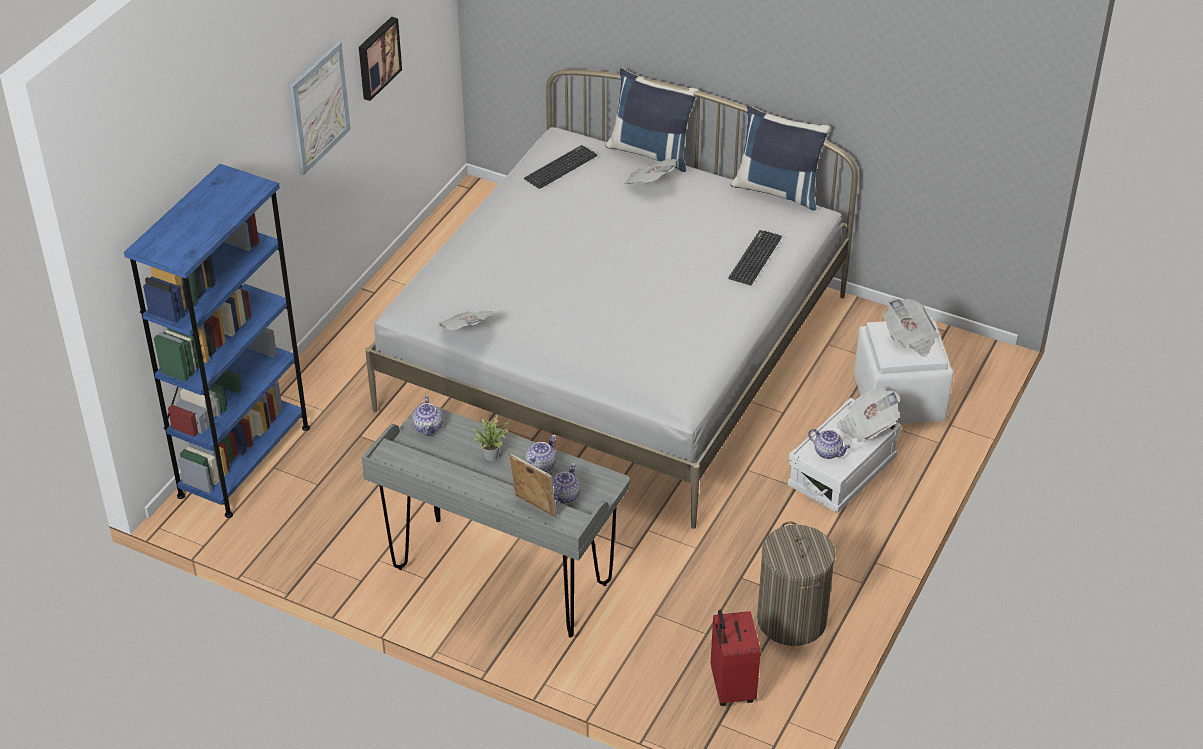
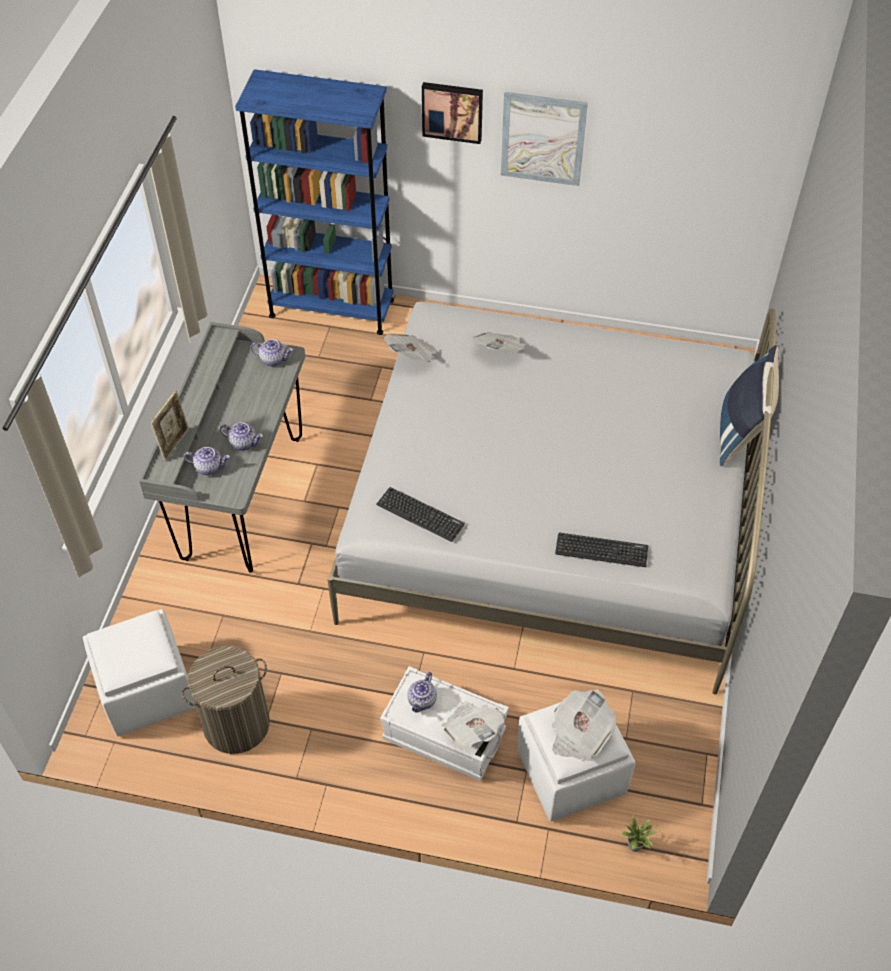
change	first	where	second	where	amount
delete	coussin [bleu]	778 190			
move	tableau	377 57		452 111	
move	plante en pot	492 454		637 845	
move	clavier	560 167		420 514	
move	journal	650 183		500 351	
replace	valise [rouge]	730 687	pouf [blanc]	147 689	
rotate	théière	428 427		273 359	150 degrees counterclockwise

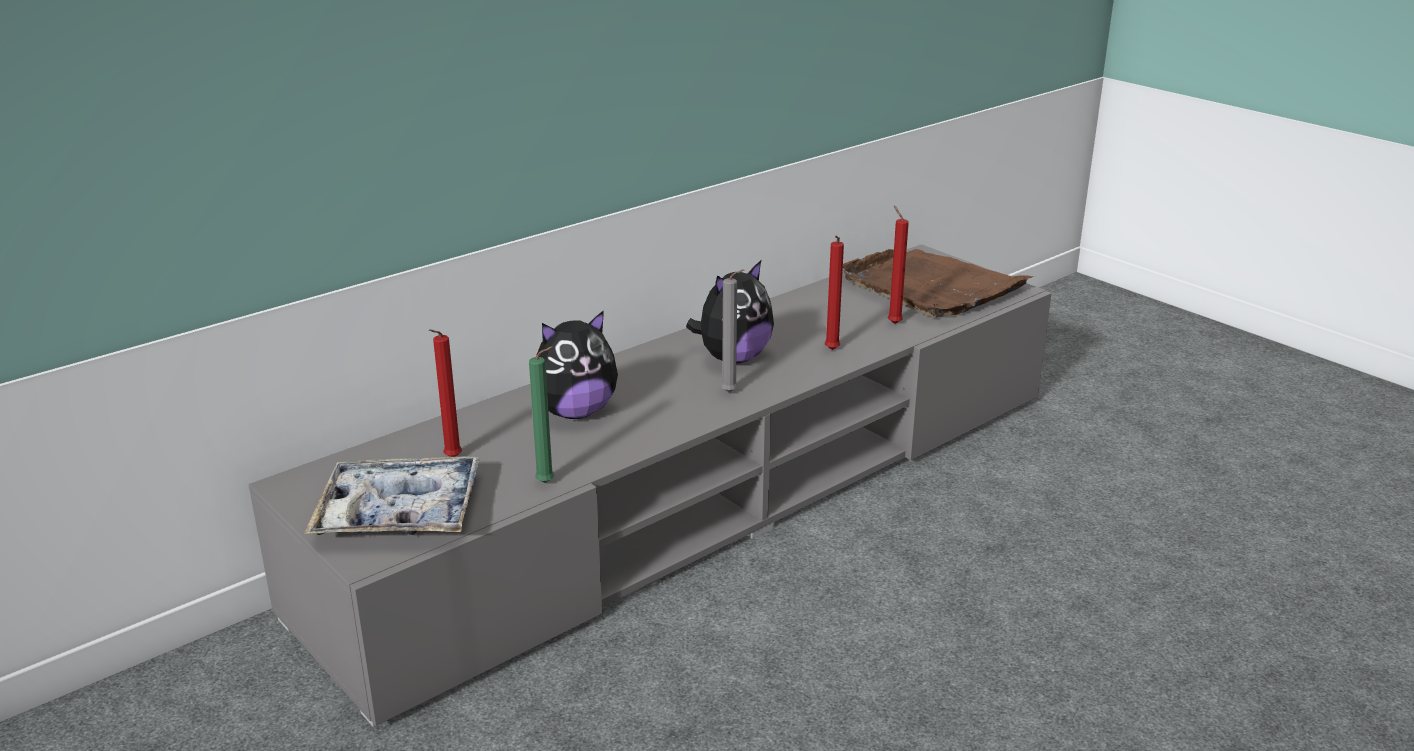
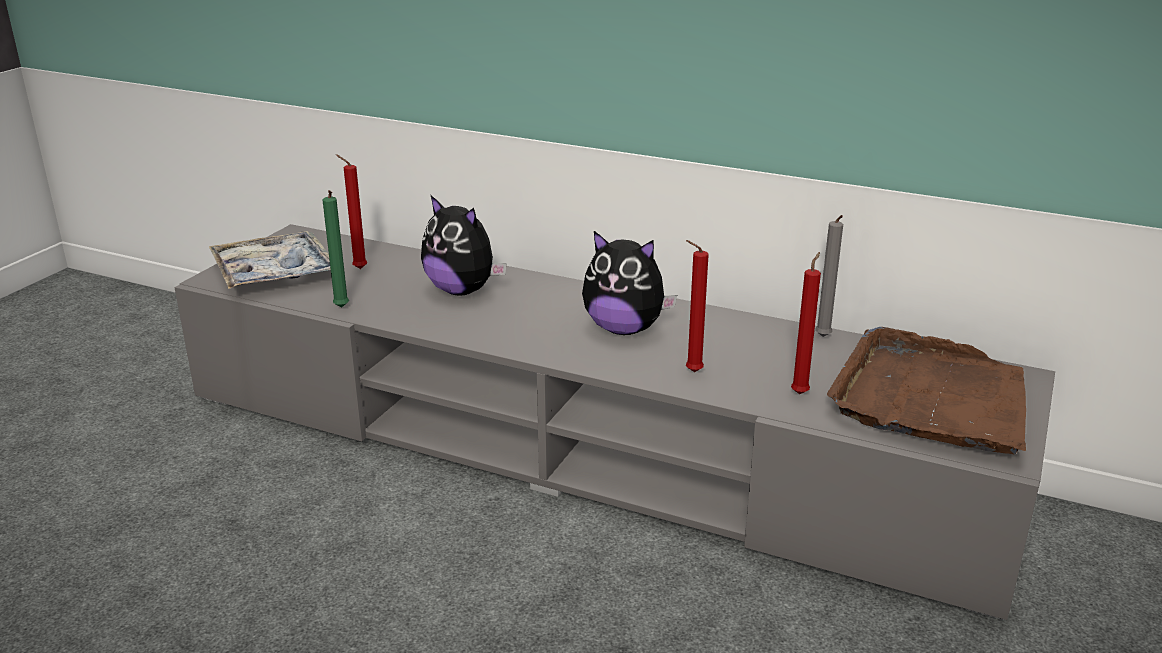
change	first	where	second	where	amount
move	bougie [gris]	731 393		823 338	

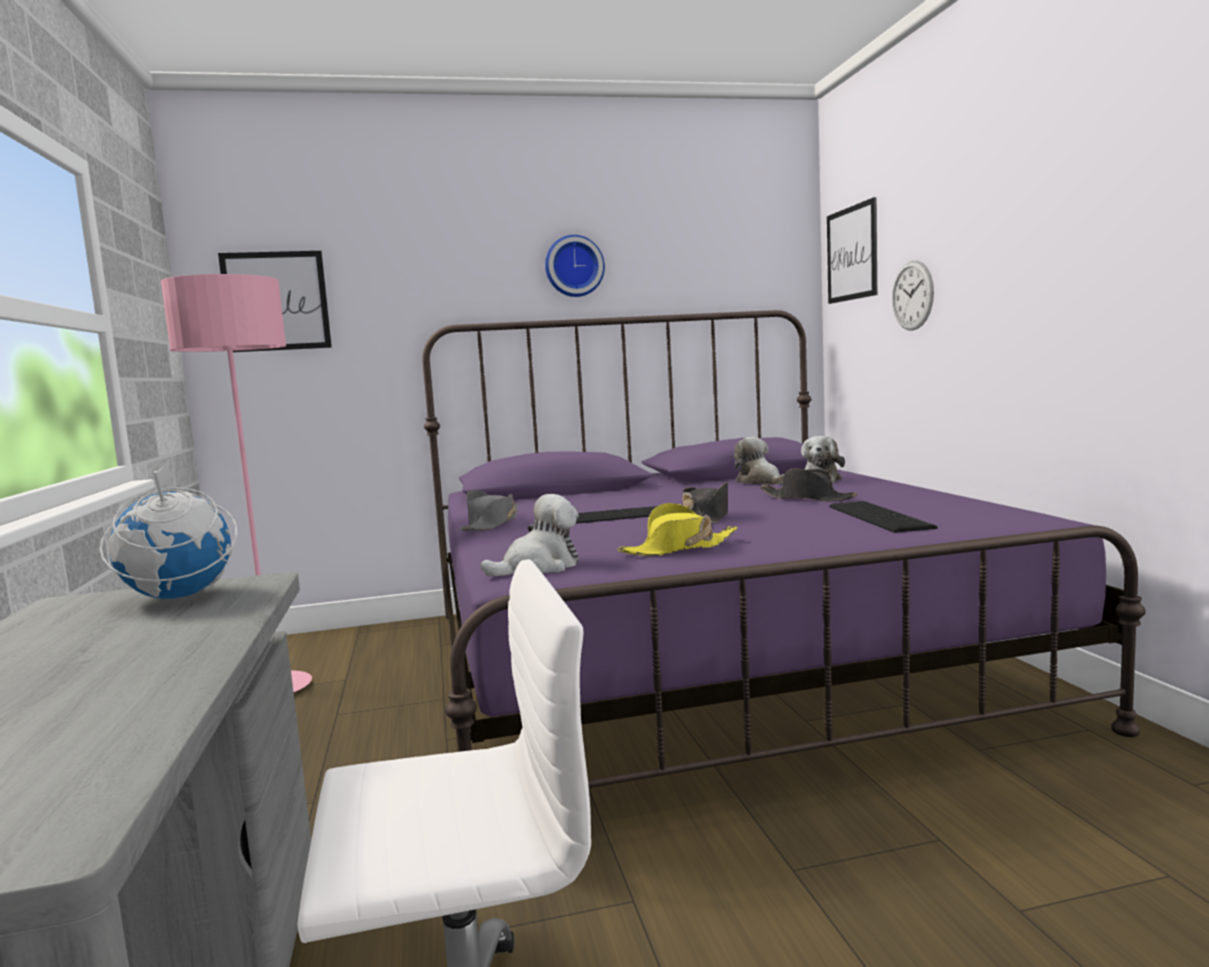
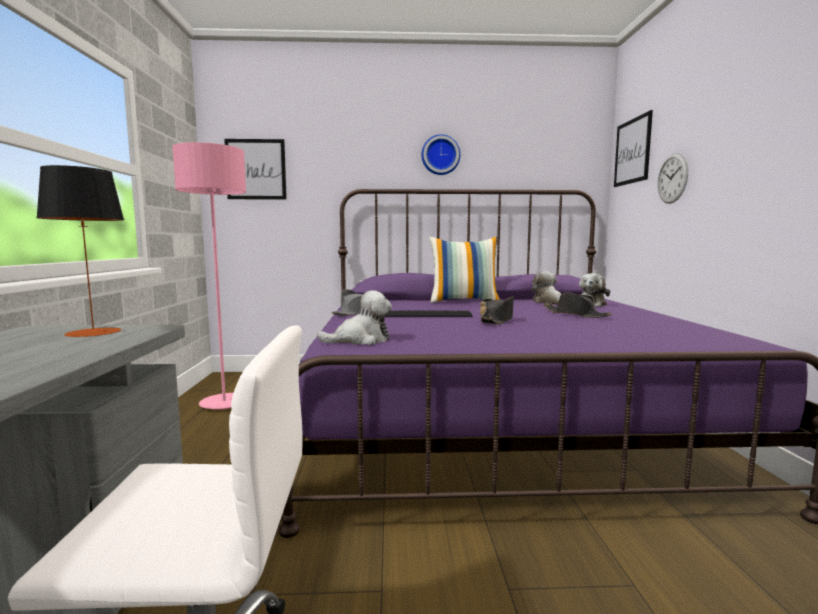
change	first	where	second	where	amount
delete	chapeau [jaune]	679 549			
delete	clavier	880 516			
insert			coussin	464 301	
replace	globe	177 597	lampe de table	93 332	

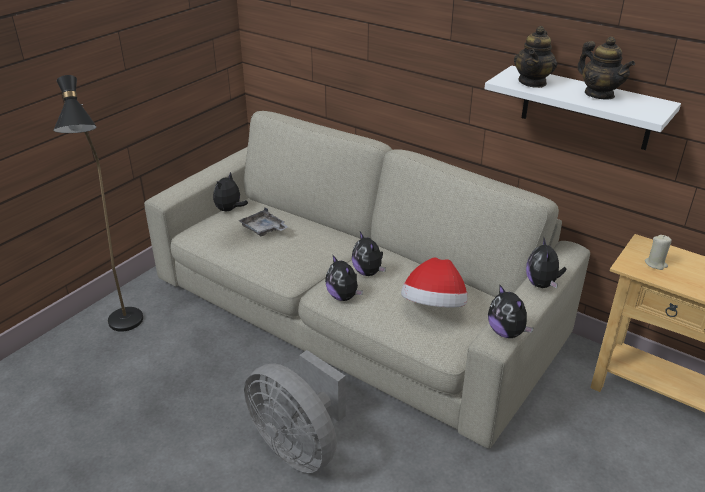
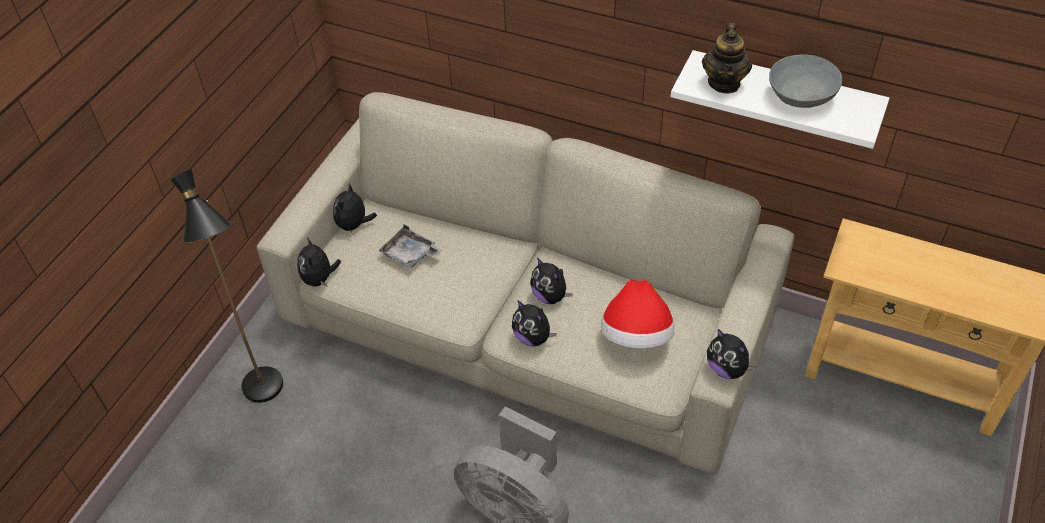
change	first	where	second	where	amount
delete	bougie [beige]	655 264			
move	peluche	542 284		319 279	
replace	théière	599 94	bol [gris]	801 96	

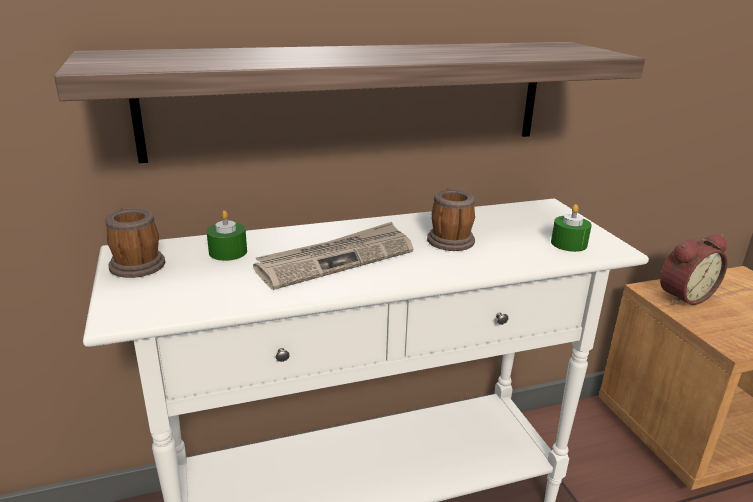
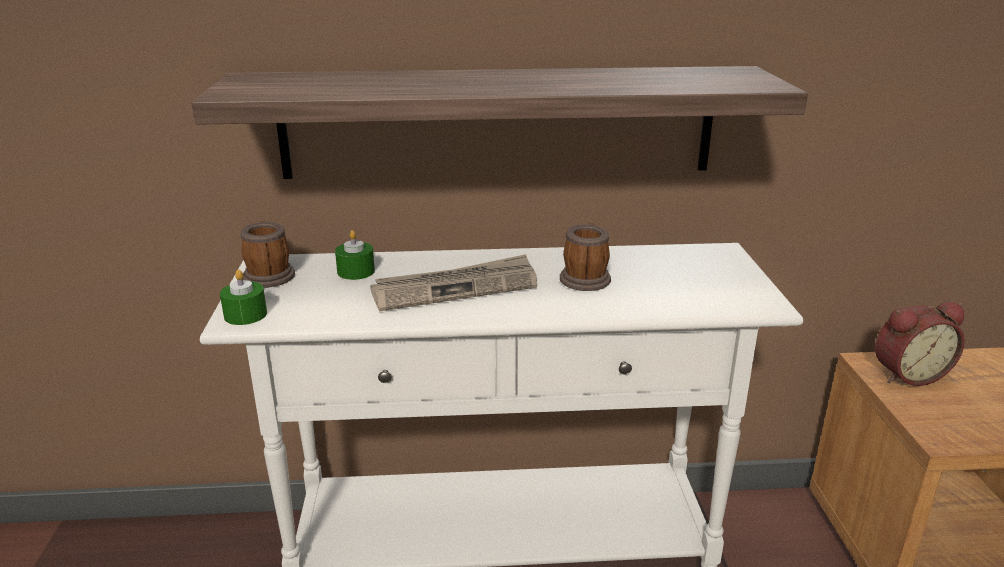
change	first	where	second	where	amount
move	bougie [vert]	569 243		245 315	

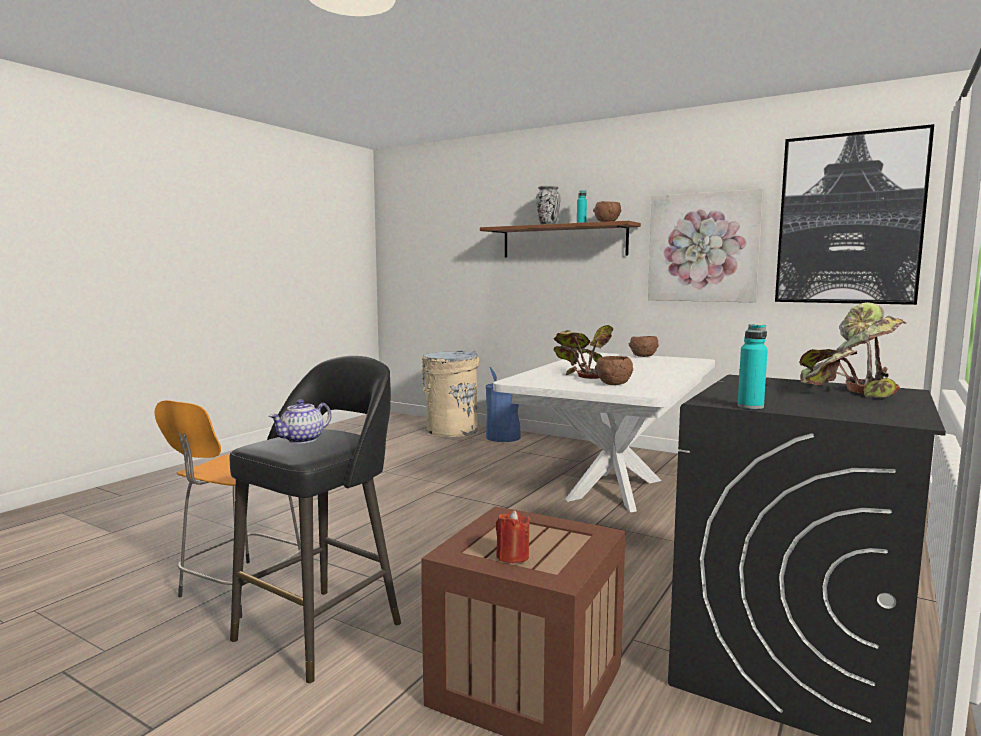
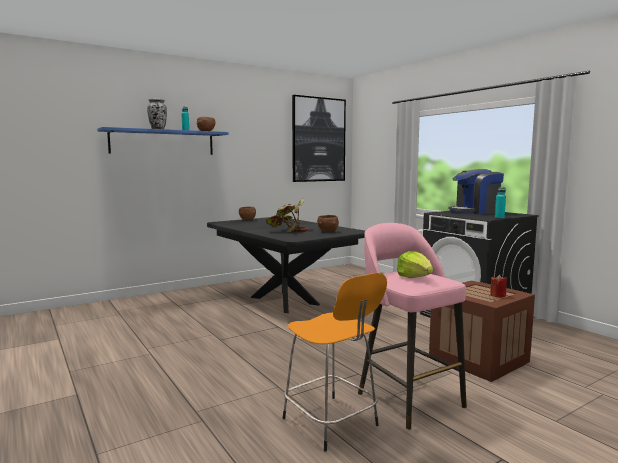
change	first	where	second	where	amount
delete	poubelle [beige]	451 430			
delete	poubelle [bleu]	503 437			
delete	tableau	703 247			
replace	théière	302 440	laitue	415 277	
replace	plante en pot	846 393	machine à café	475 212	
recolor	tabouret [noir]	322 629	tabouret [rose]	408 398	
recolor	étagère [marron]	563 241	étagère [bleu]	163 142	
recolor	table à manger [blanc]	614 489	table à manger [noir]	284 301	

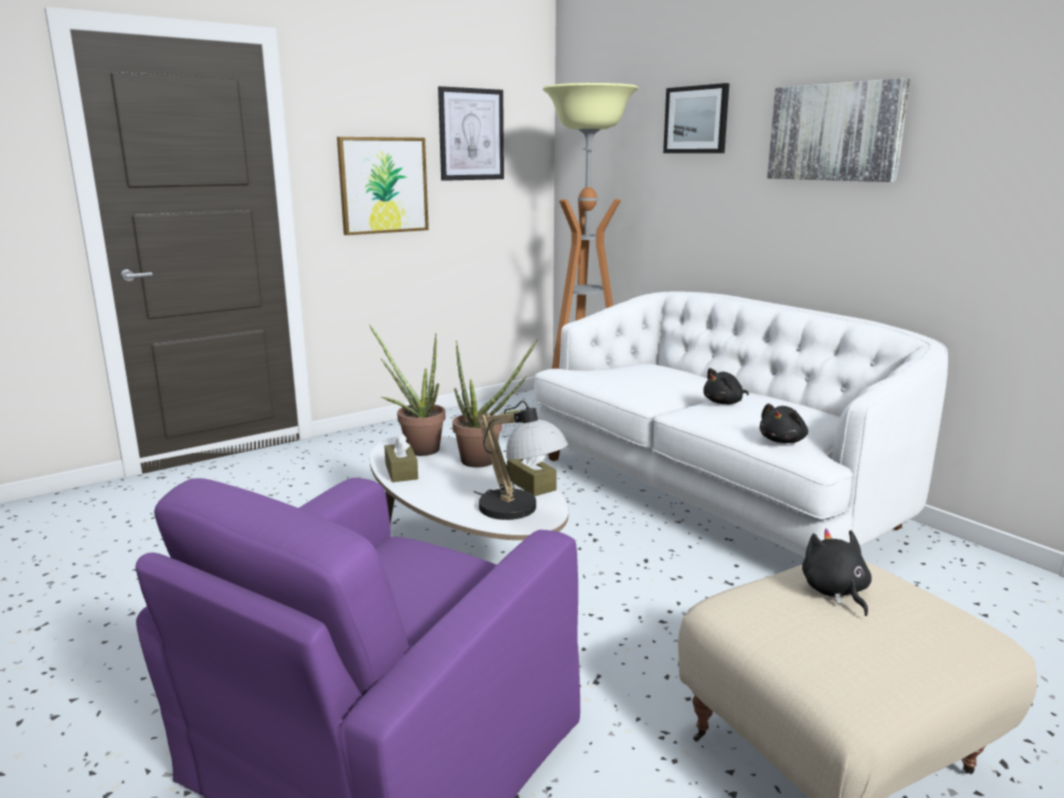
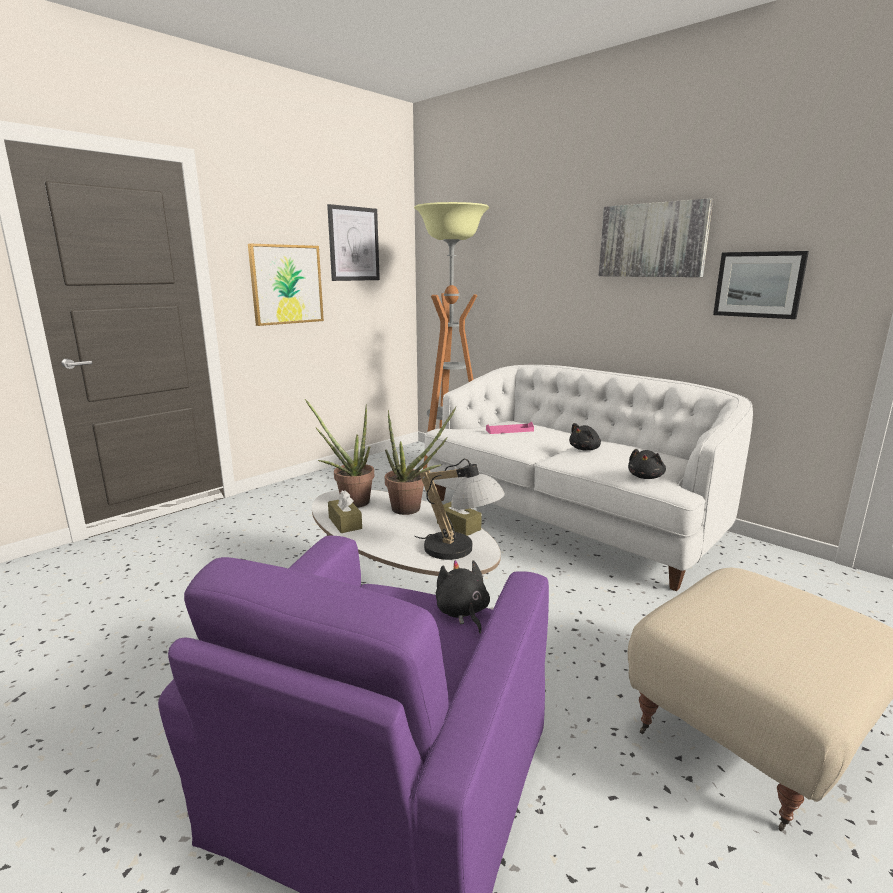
change	first	where	second	where	amount
insert			plateau [rose]	509 430	
move	tableau	696 120		759 284	
move	peluche [noir]	835 592		462 612	

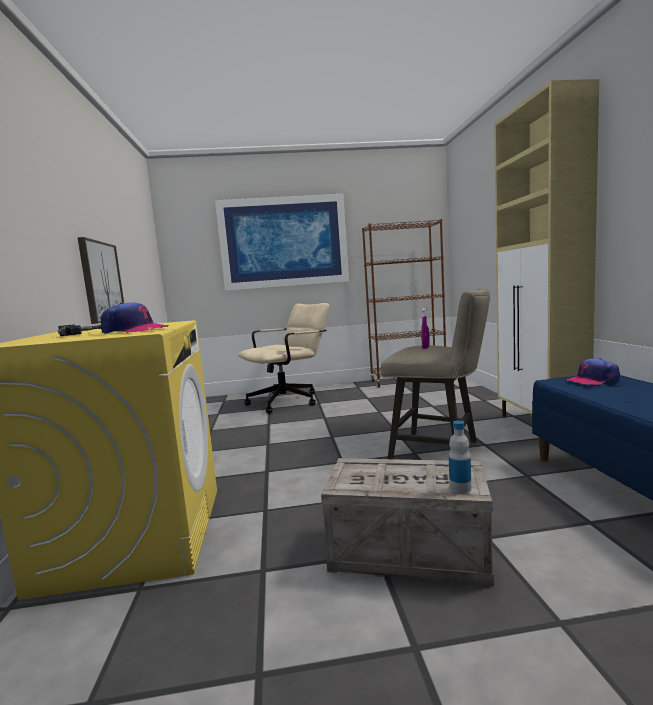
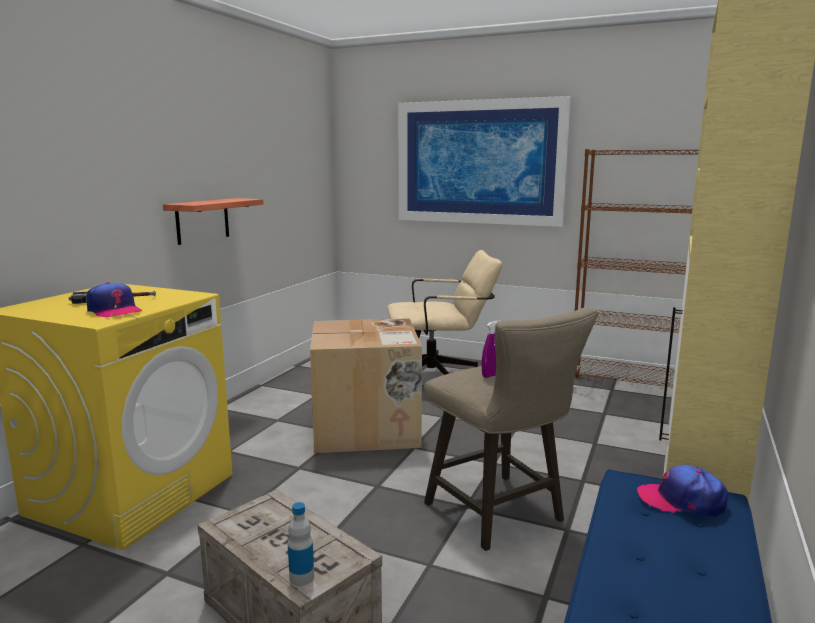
change	first	where	second	where	amount
insert			carton	367 428	
replace	tableau	101 282	étagère	202 220	

